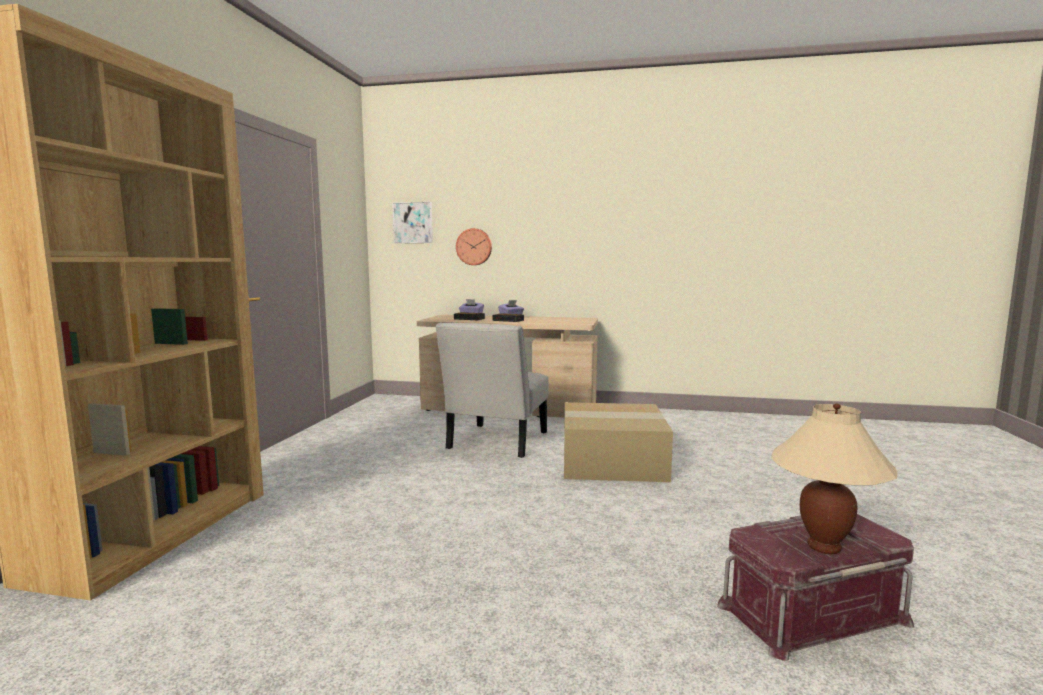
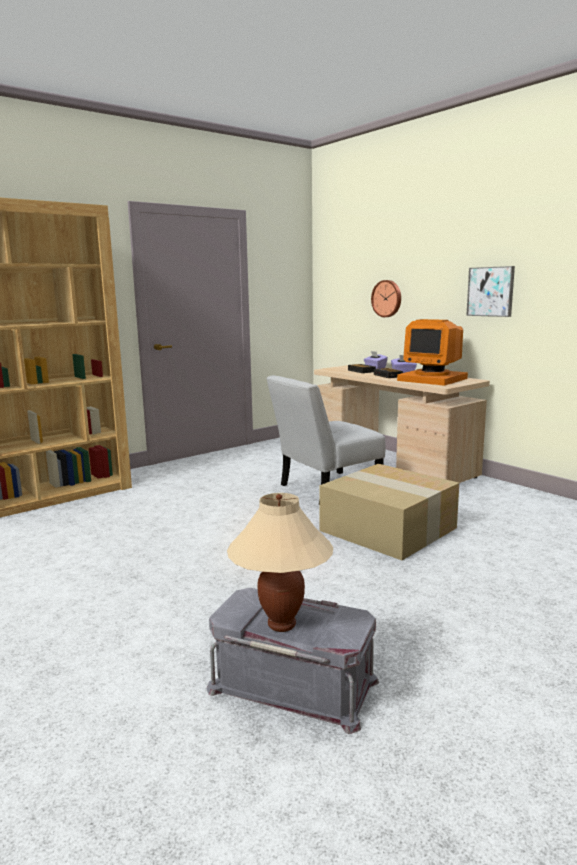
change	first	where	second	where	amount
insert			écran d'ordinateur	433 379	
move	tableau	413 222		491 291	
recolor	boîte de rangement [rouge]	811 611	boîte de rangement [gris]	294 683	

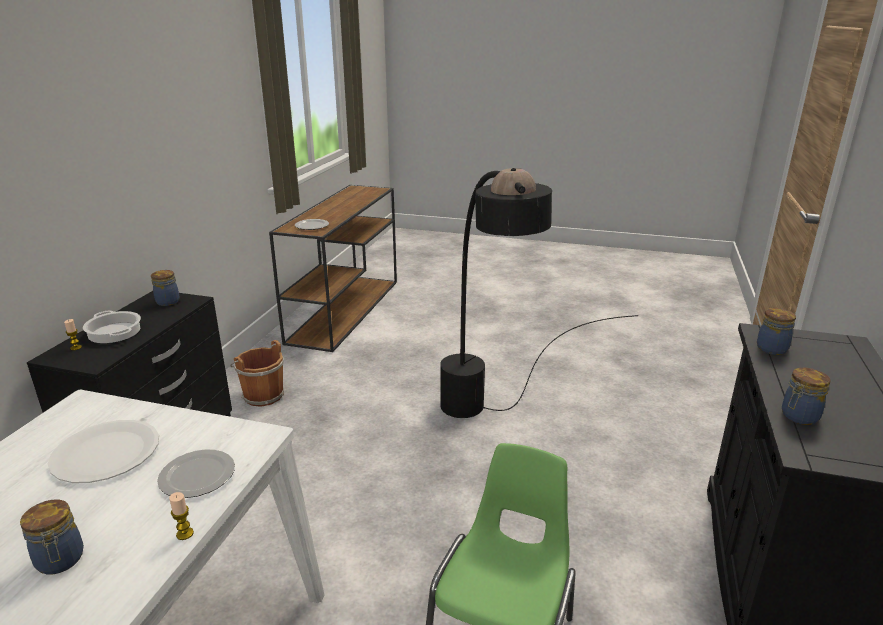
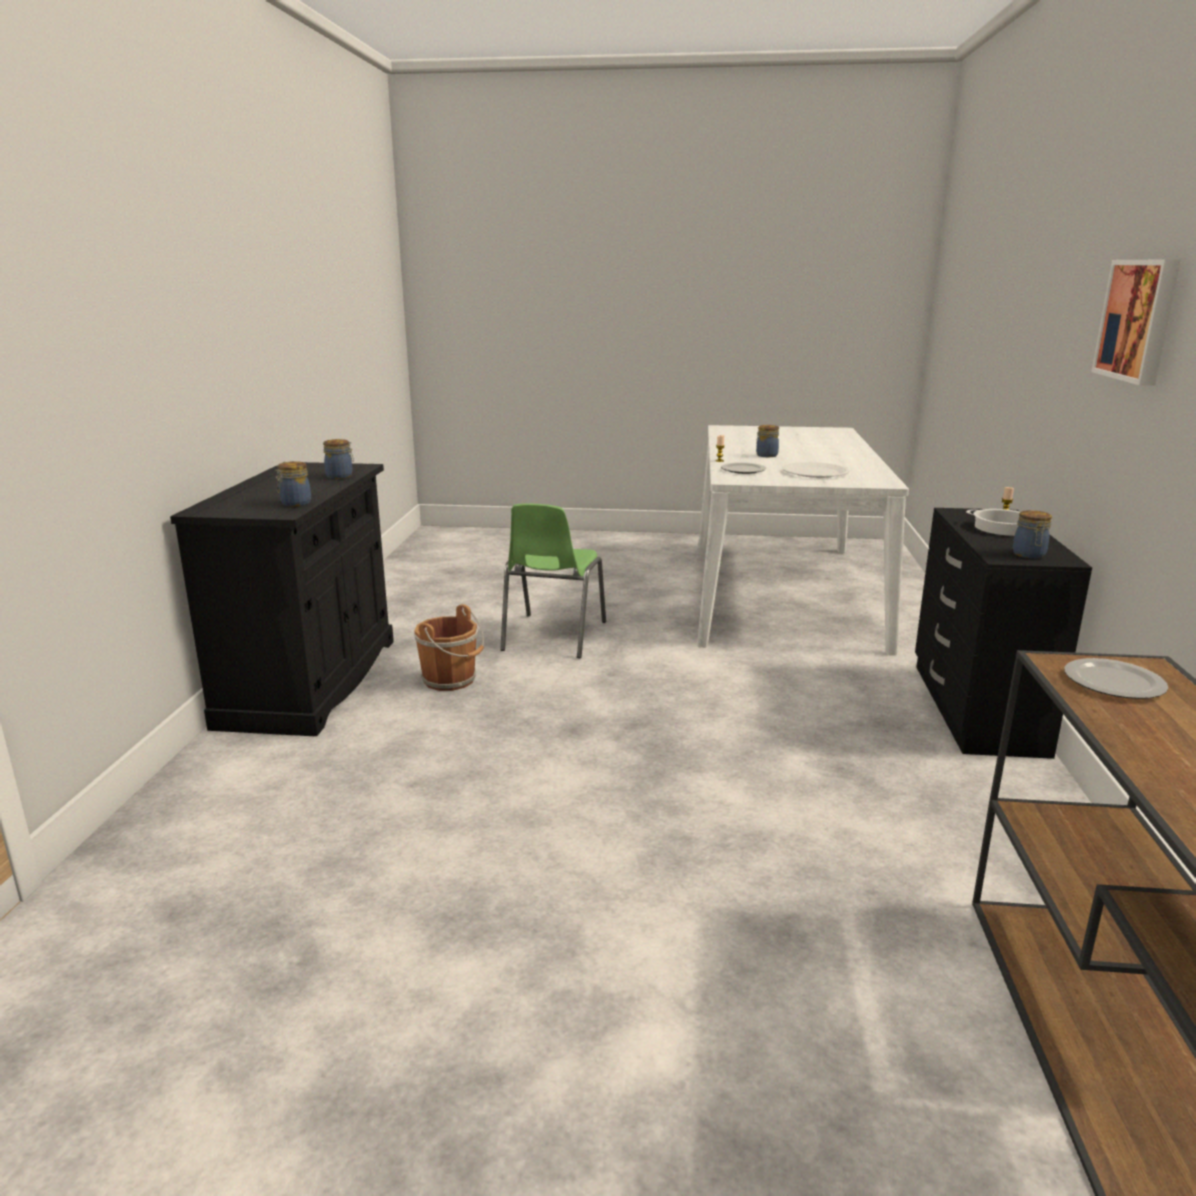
change	first	where	second	where	amount
delete	lampadaire [noir]	498 435			
insert			tableau	1140 320	
move	seau [marron]	262 395		451 680	

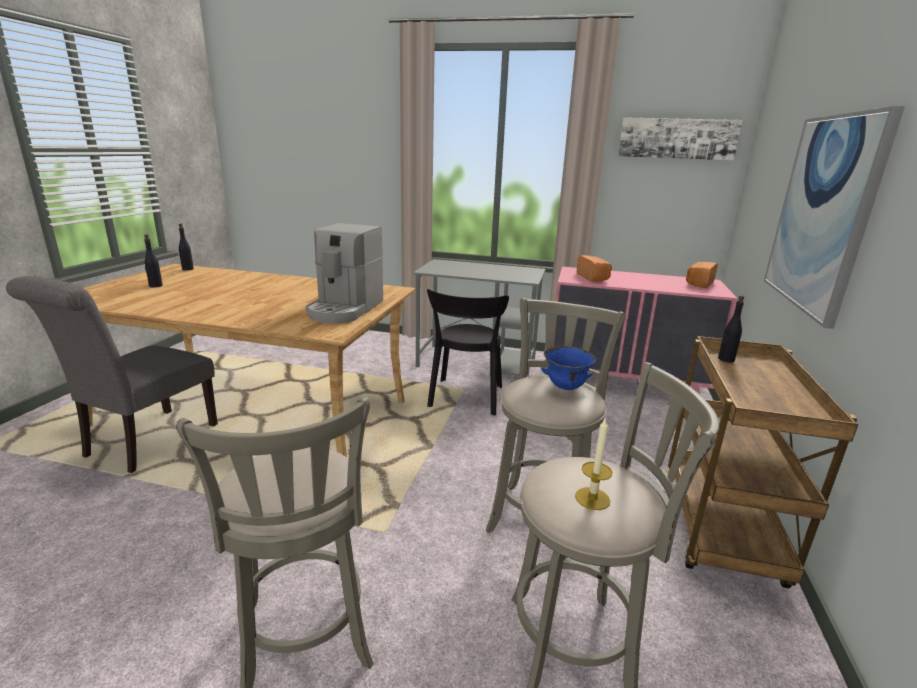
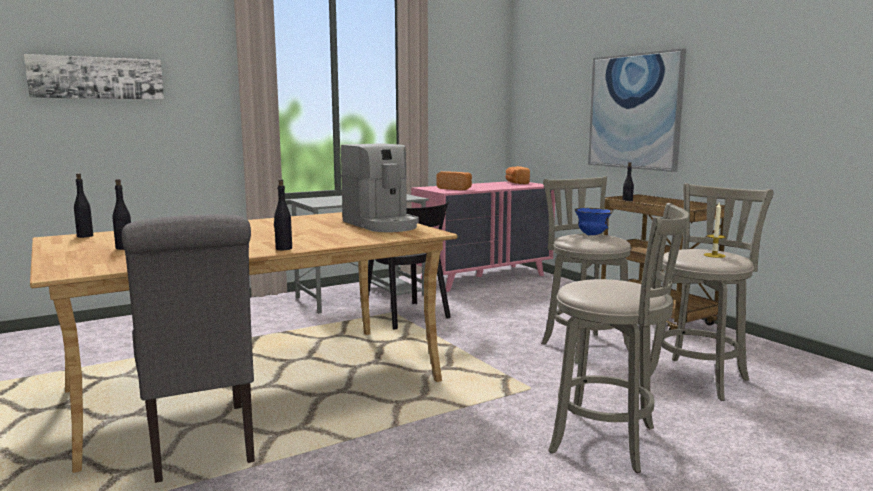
change	first	where	second	where	amount
insert			bouteille [noir]	283 248	
move	tableau	677 138		97 78	

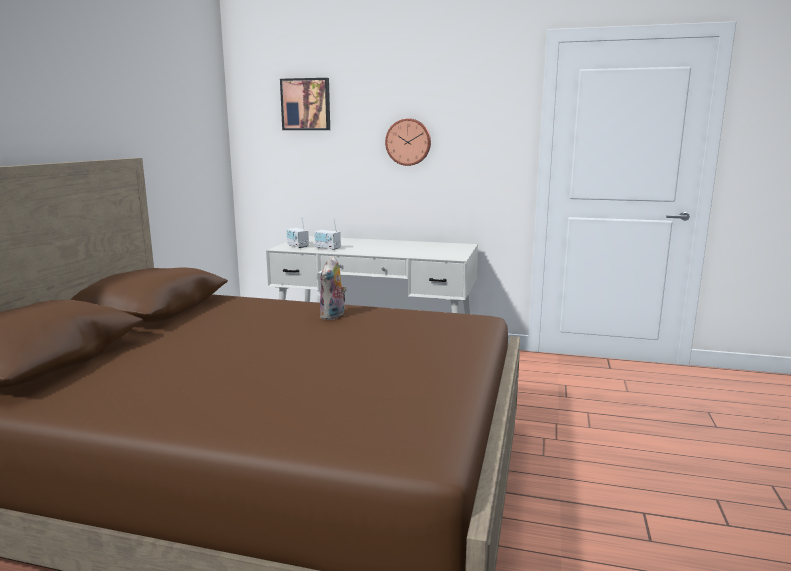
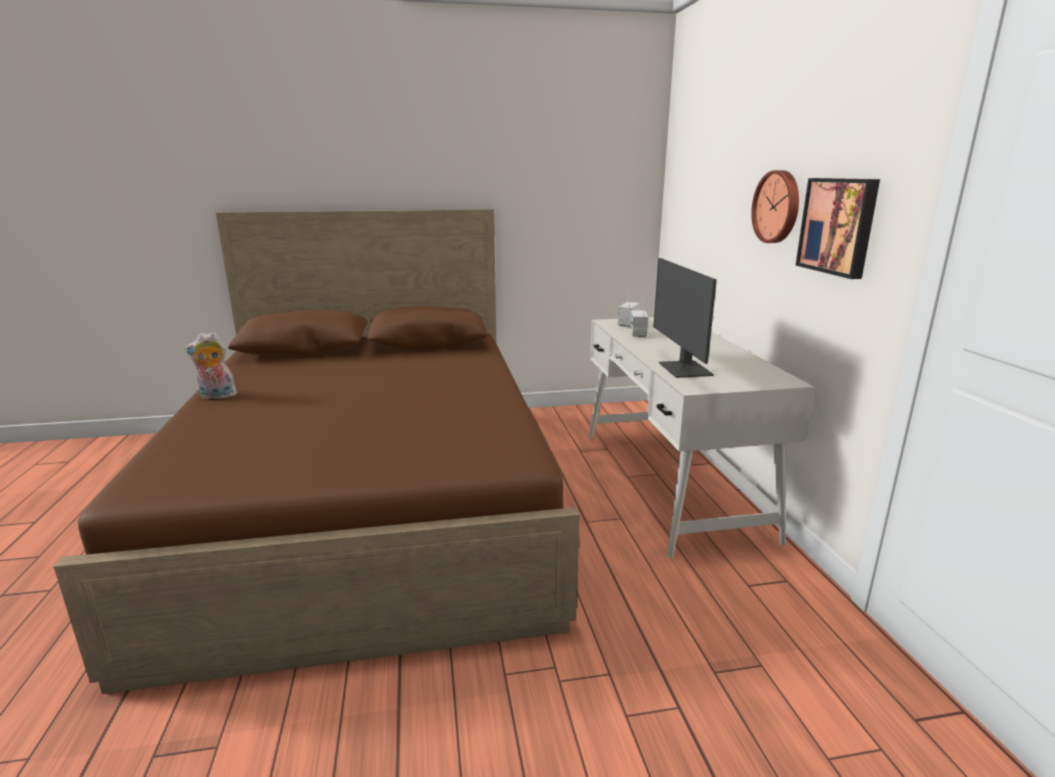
change	first	where	second	where	amount
insert			écran d'ordinateur	683 369	
move	tableau	306 104		839 226	
move	peluche	333 316		216 396	

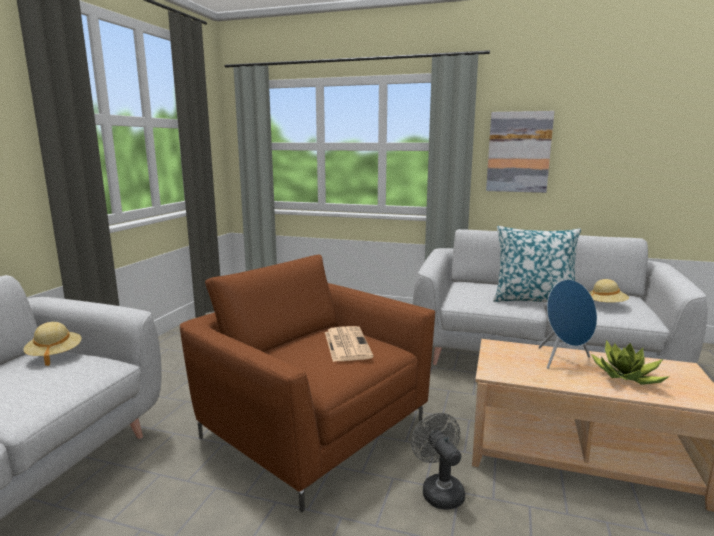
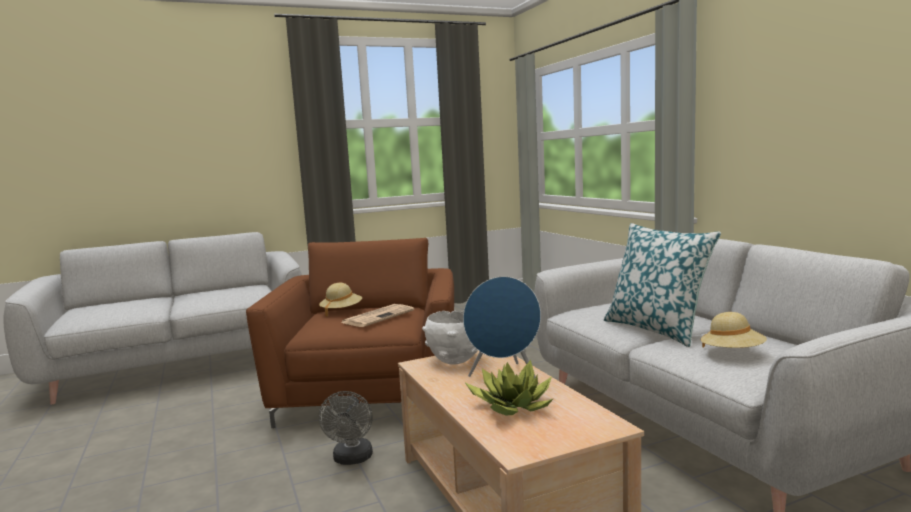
change	first	where	second	where	amount
delete	tableau	518 152			
insert			bol [blanc]	456 360	
move	chapeau [beige]	55 355		341 311	
rotate	ventilateur [gris]	439 490		352 459	150 degrees clockwise

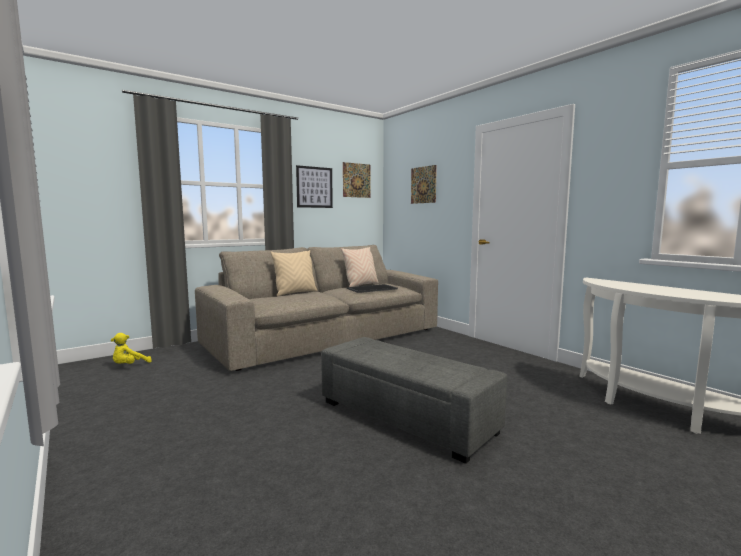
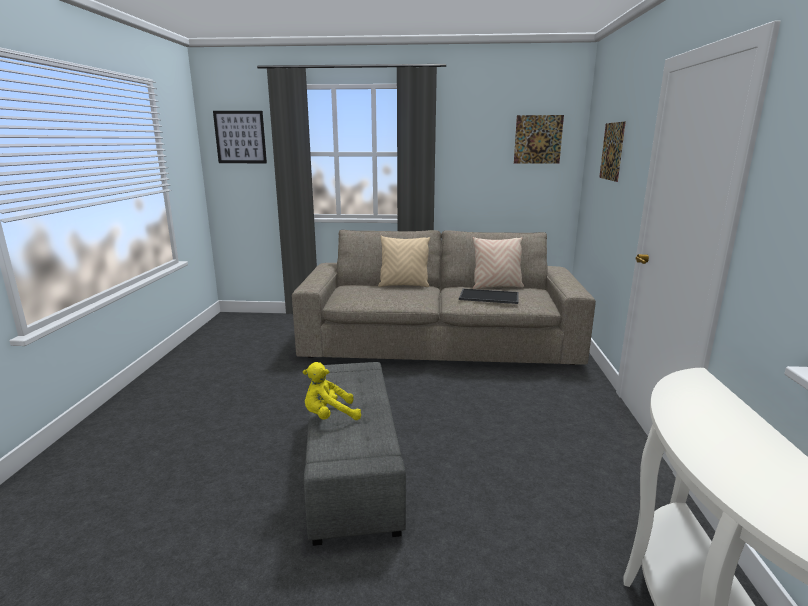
change	first	where	second	where	amount
move	peluche [jaune]	129 366		329 416	
move	tableau	314 187		240 137	

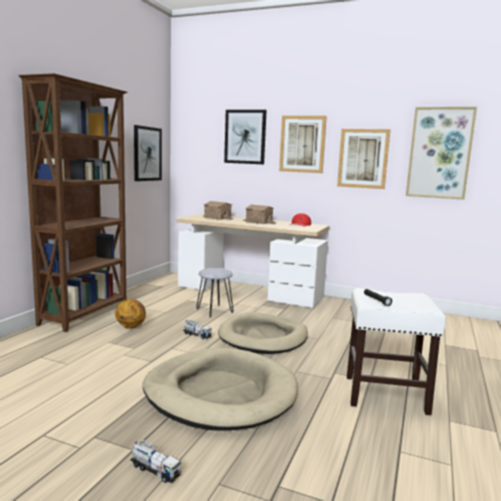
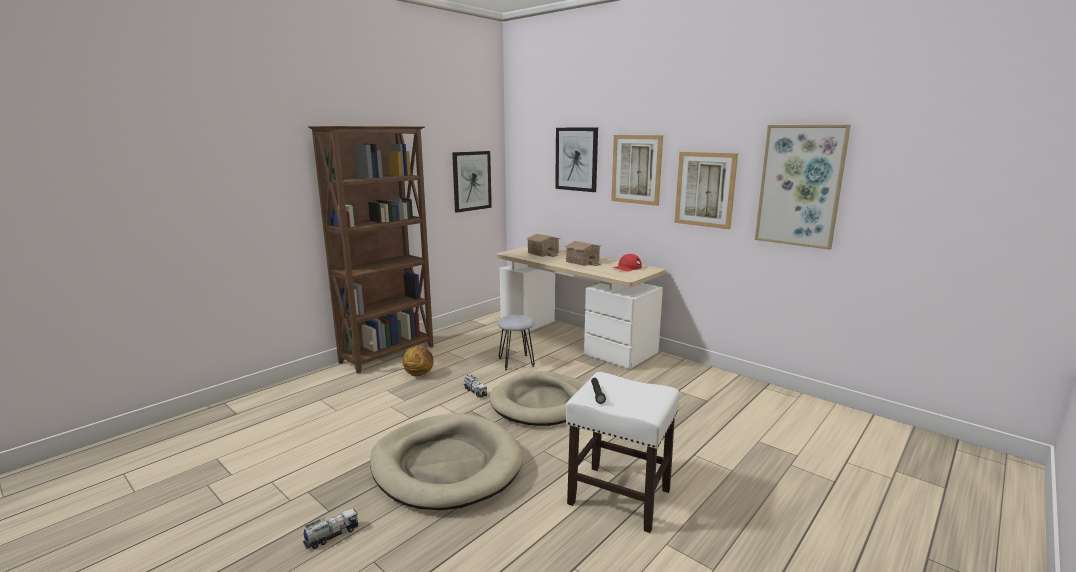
change	first	where	second	where	amount
rotate	camion jouet	155 470		331 536	90 degrees counterclockwise

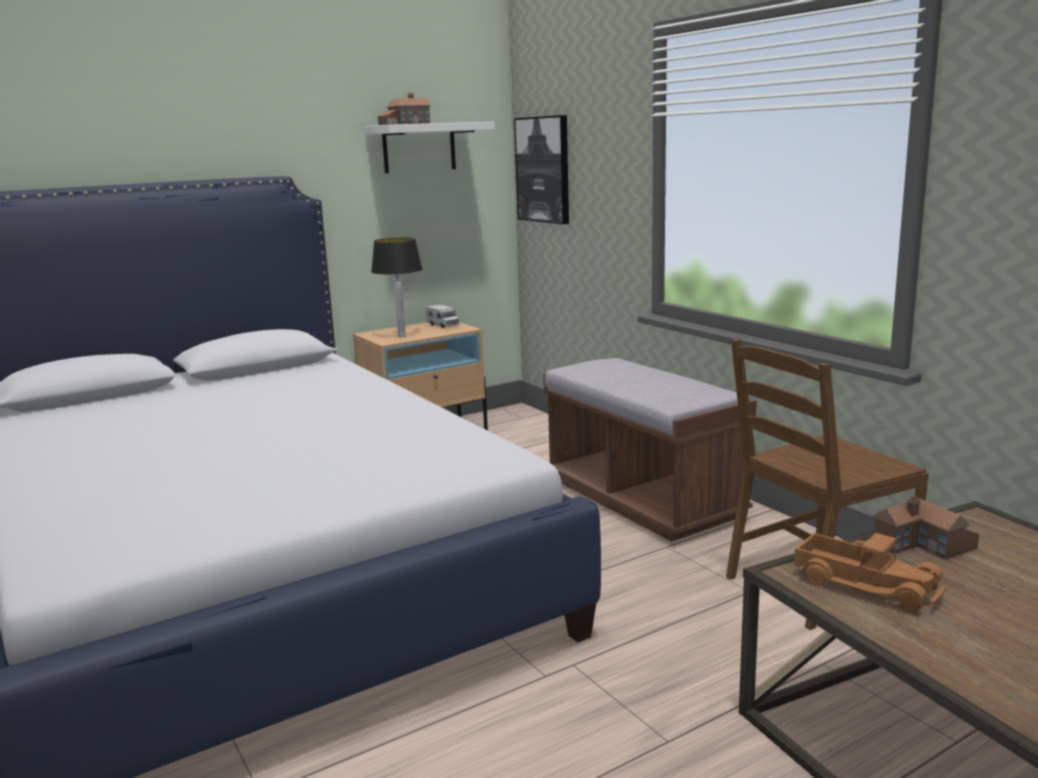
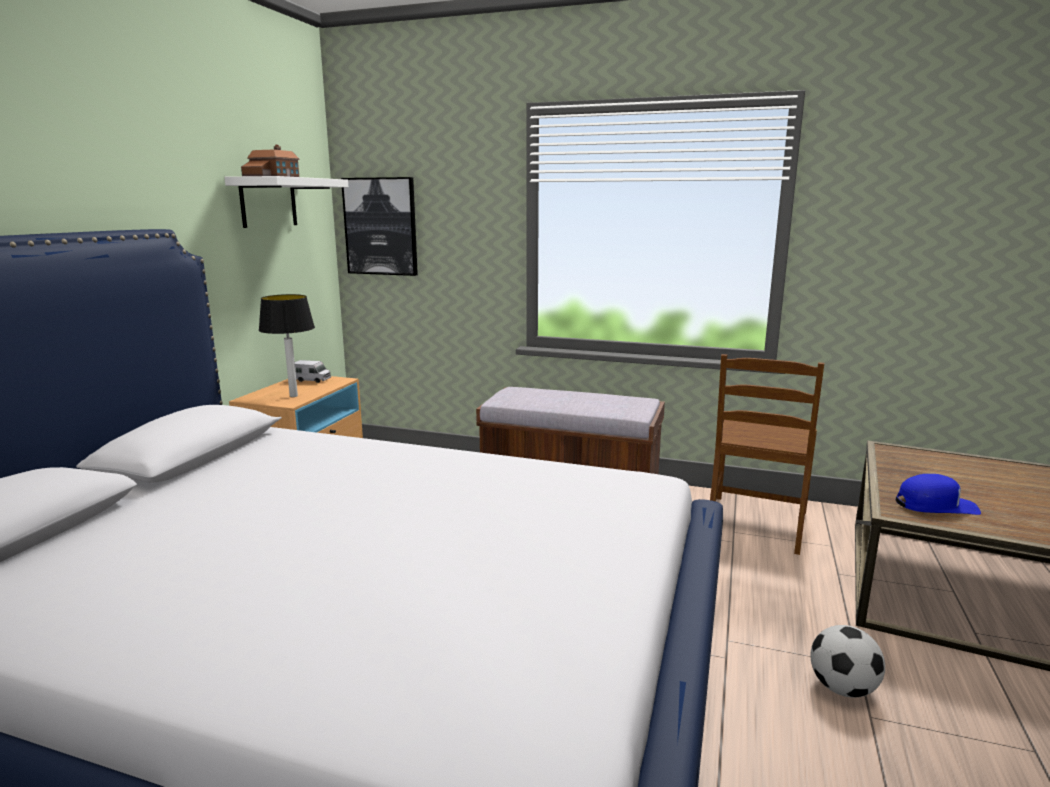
change	first	where	second	where	amount
delete	maison miniature	924 545			
insert			ballon de foot	842 688	
replace	camion jouet	866 584	casquette [bleu]	936 505	

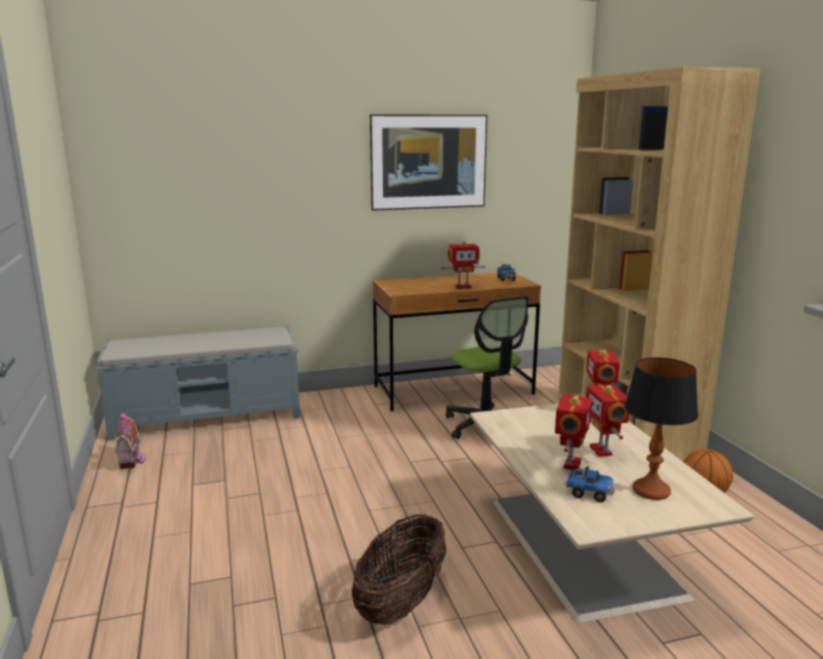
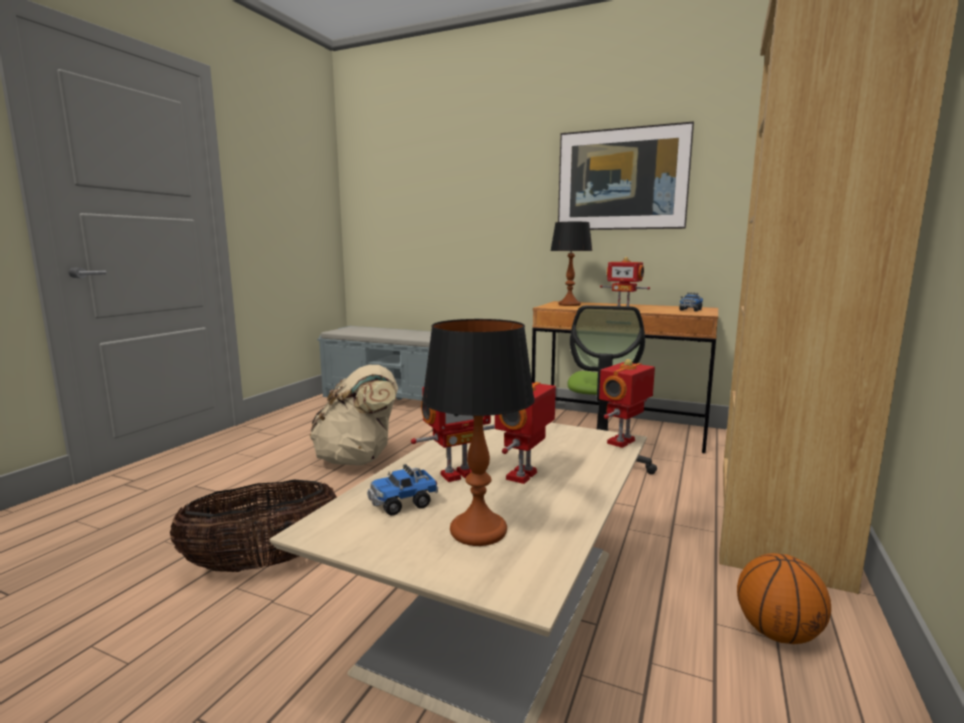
change	first	where	second	where	amount
delete	maison miniature	133 460			
insert			sac à dos [beige]	358 459	
insert			lampe de table	569 304	
rotate	camion jouet	589 493		403 503	90 degrees clockwise

